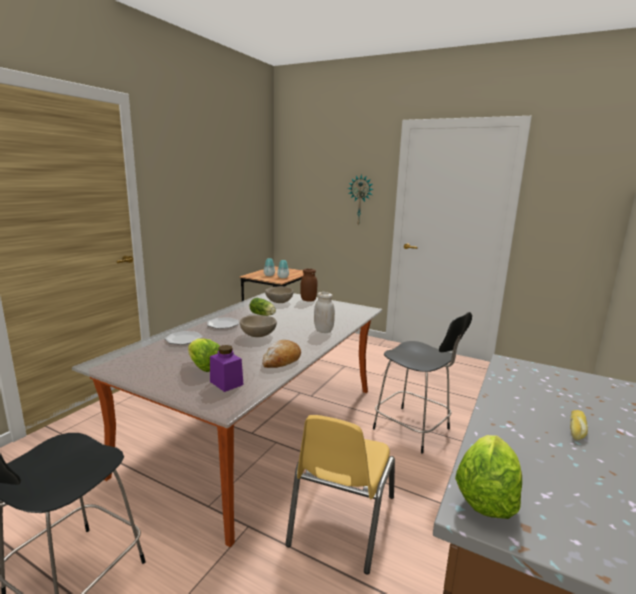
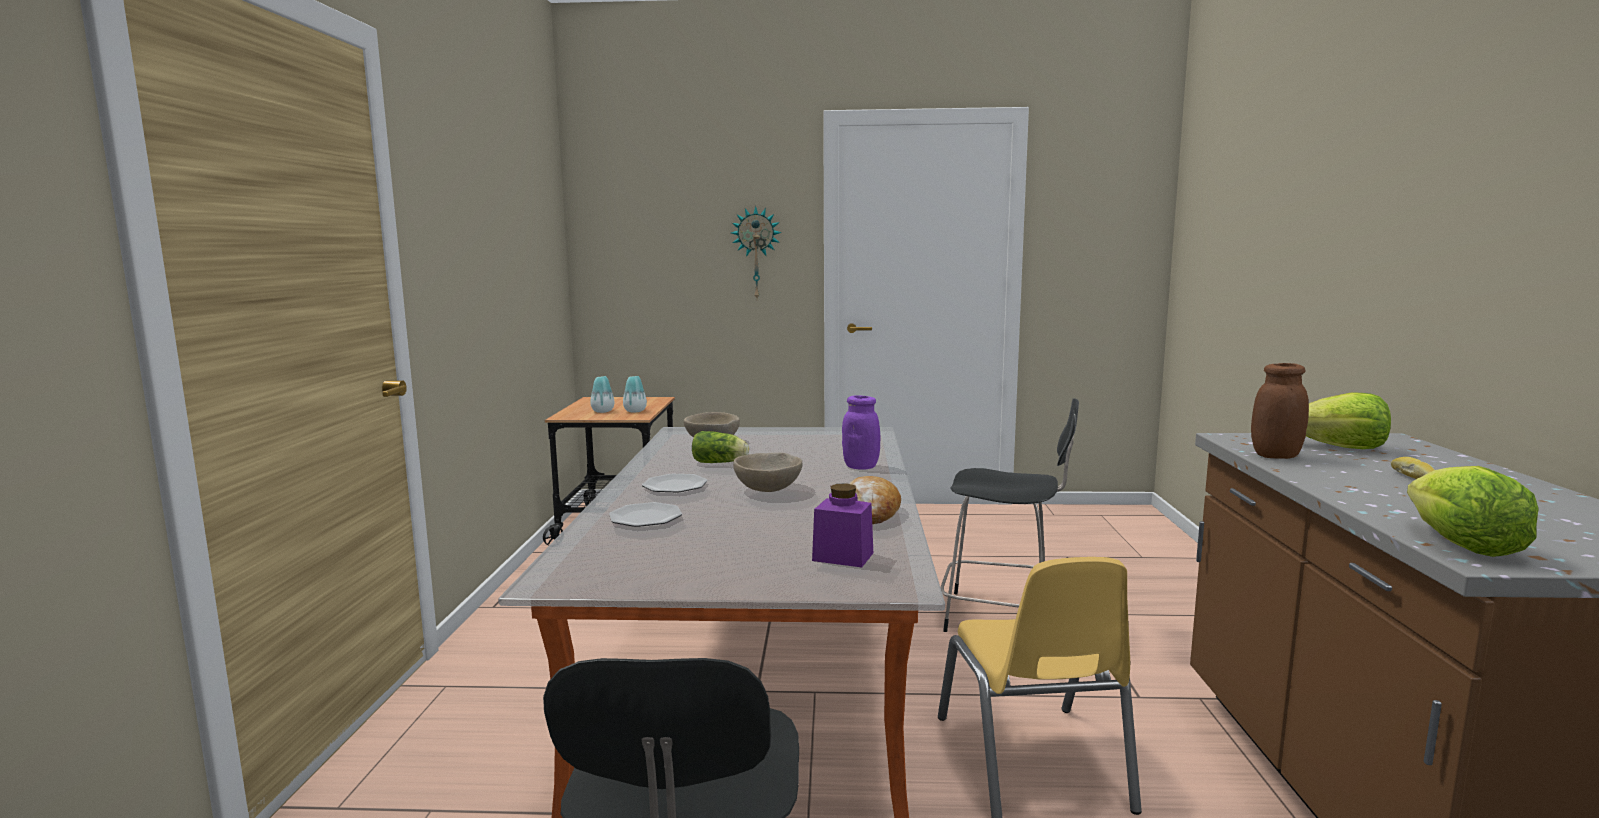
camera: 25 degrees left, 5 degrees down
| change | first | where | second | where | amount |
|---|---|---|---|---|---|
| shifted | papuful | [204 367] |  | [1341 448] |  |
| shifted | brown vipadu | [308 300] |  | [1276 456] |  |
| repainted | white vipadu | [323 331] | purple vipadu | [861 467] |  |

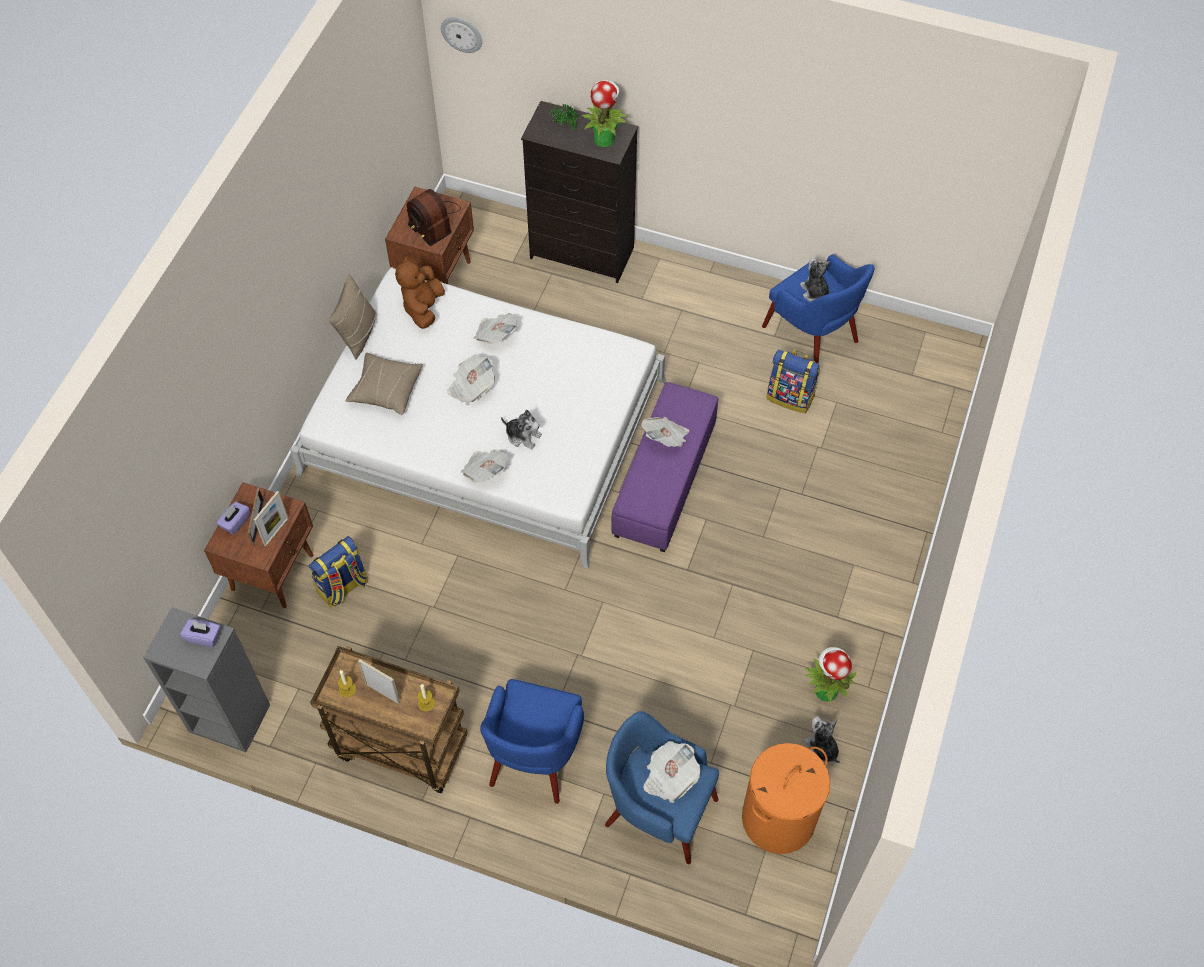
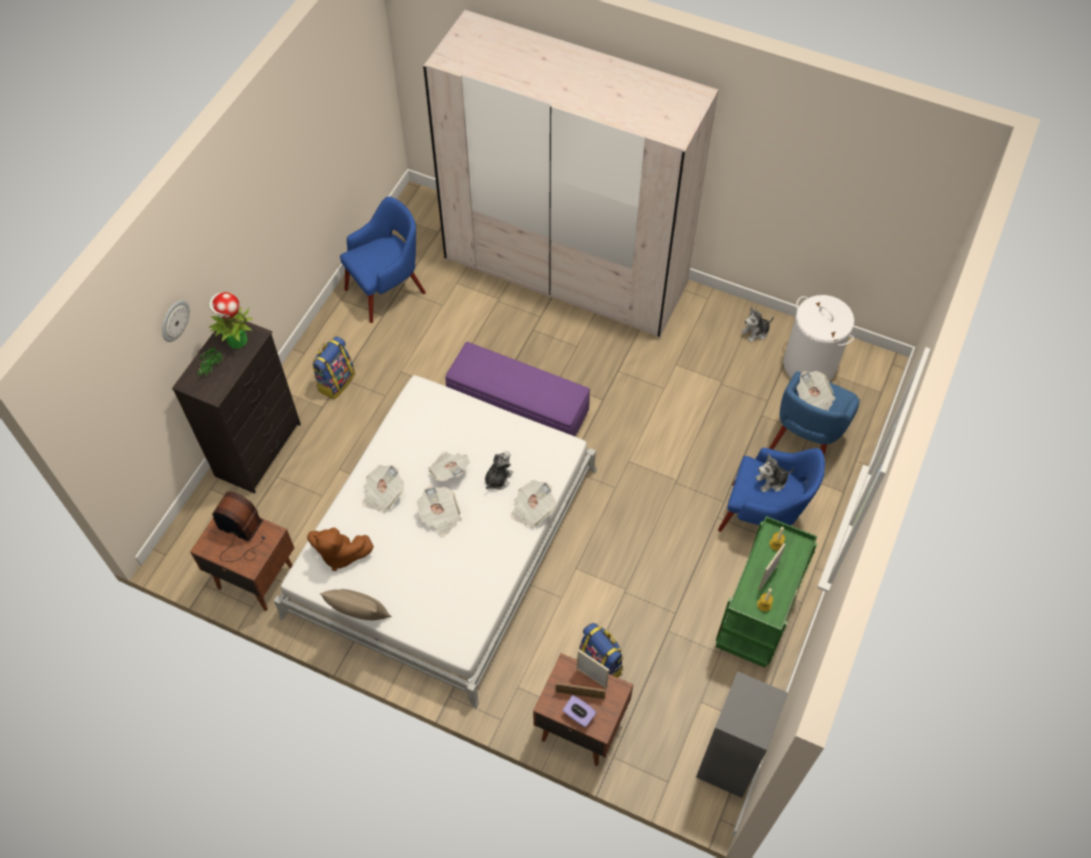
camera: 85 degrees left, 0 degrees up
| change | first | where | second | where | amount |
|---|---|---|---|---|---|
| gone | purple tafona | [203 637] |  |  |  |
| repainted | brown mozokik | [399 748] | green mozokik | [756 619] |  |
| gone | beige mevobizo | [385 390] |  |  |  |
| rotated | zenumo | [433 221] |  | [241 535] | 120 degrees counterclockwise |
| shifted | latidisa | [462 34] |  | [174 320] |  |
| shifted | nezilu | [666 438] |  | [449 470] |  |
| repainted | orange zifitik | [778 818] | white zifitik | [810 364] |  |
| shifted | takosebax | [790 396] |  | [336 381] |  |
| shifted | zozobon | [815 292] |  | [771 481] |  |
| gone | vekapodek | [825 690] |  |  |  |
| new |  |  | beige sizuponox | [566 271] |  |

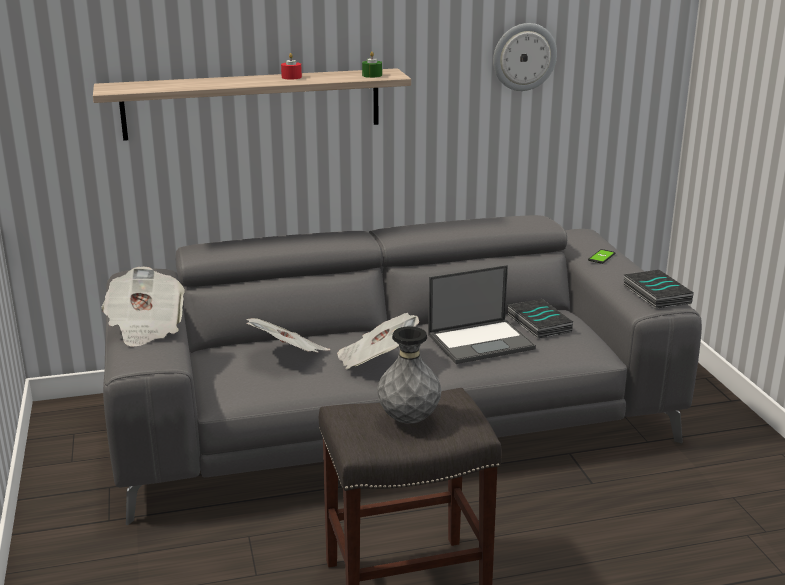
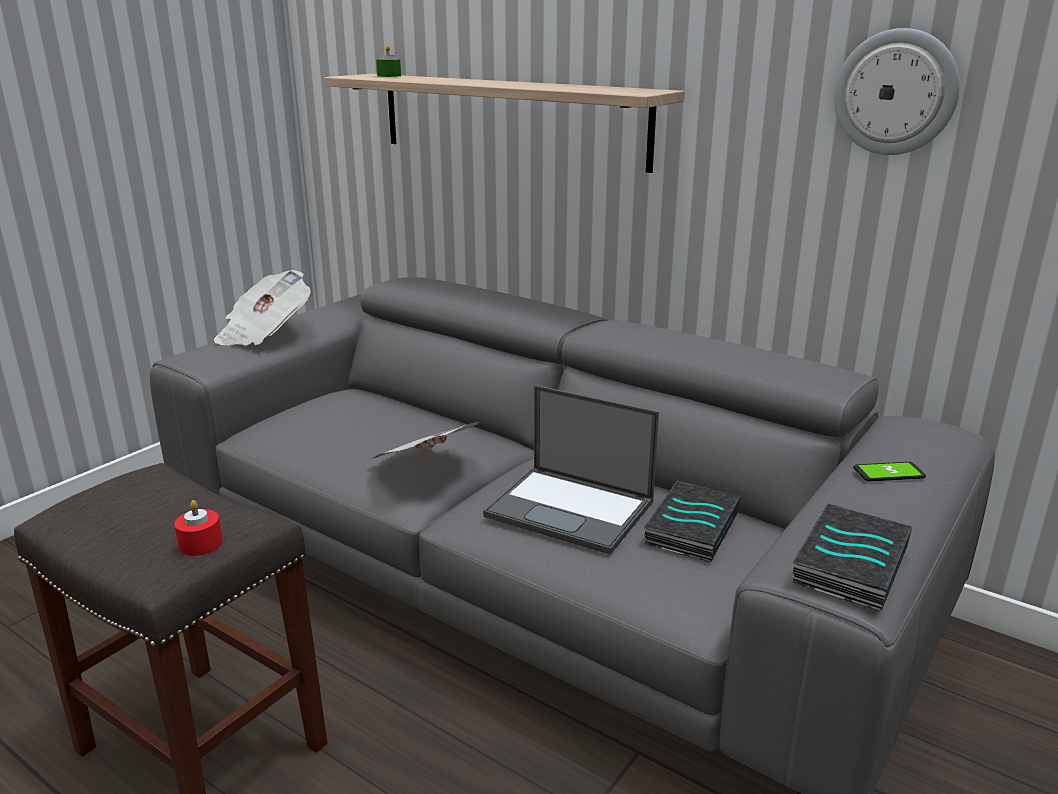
camera: 50 degrees right, 0 degrees up
| change | first | where | second | where | amount |
|---|---|---|---|---|---|
| gone | nezilu | [289 355] |  |  |  |
| shifted | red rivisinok | [291 77] |  | [200 543] |  |
| shifted | green rivisinok | [372 75] |  | [389 76] |  |
| gone | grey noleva | [409 419] |  |  |  |

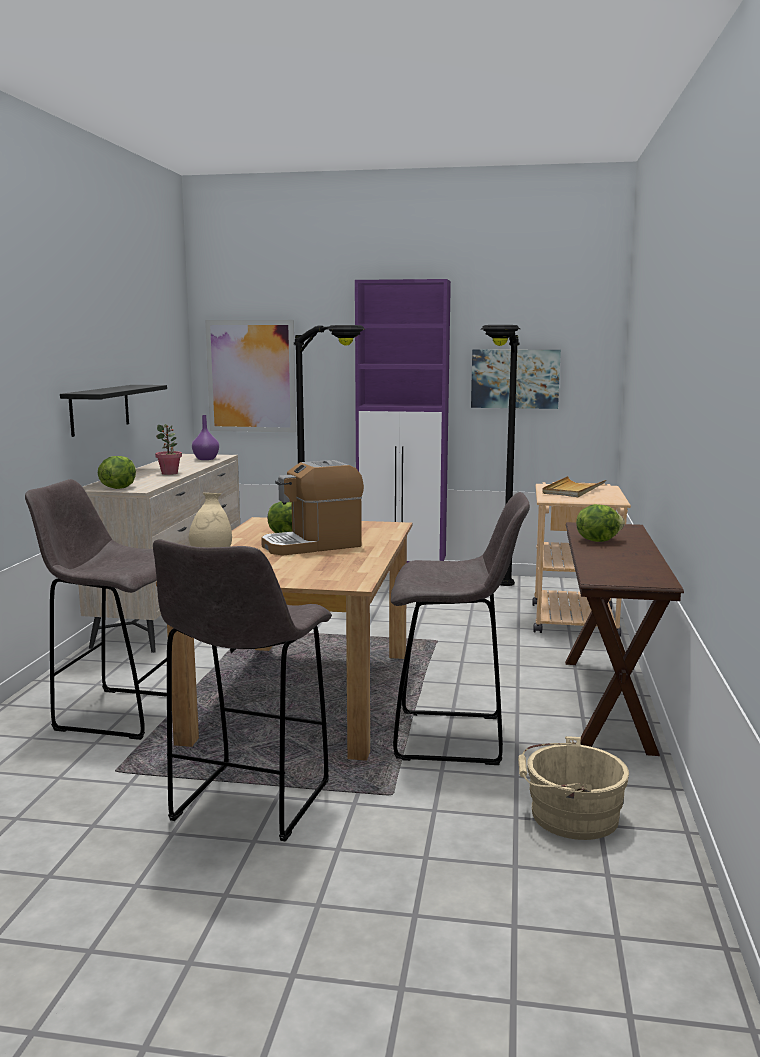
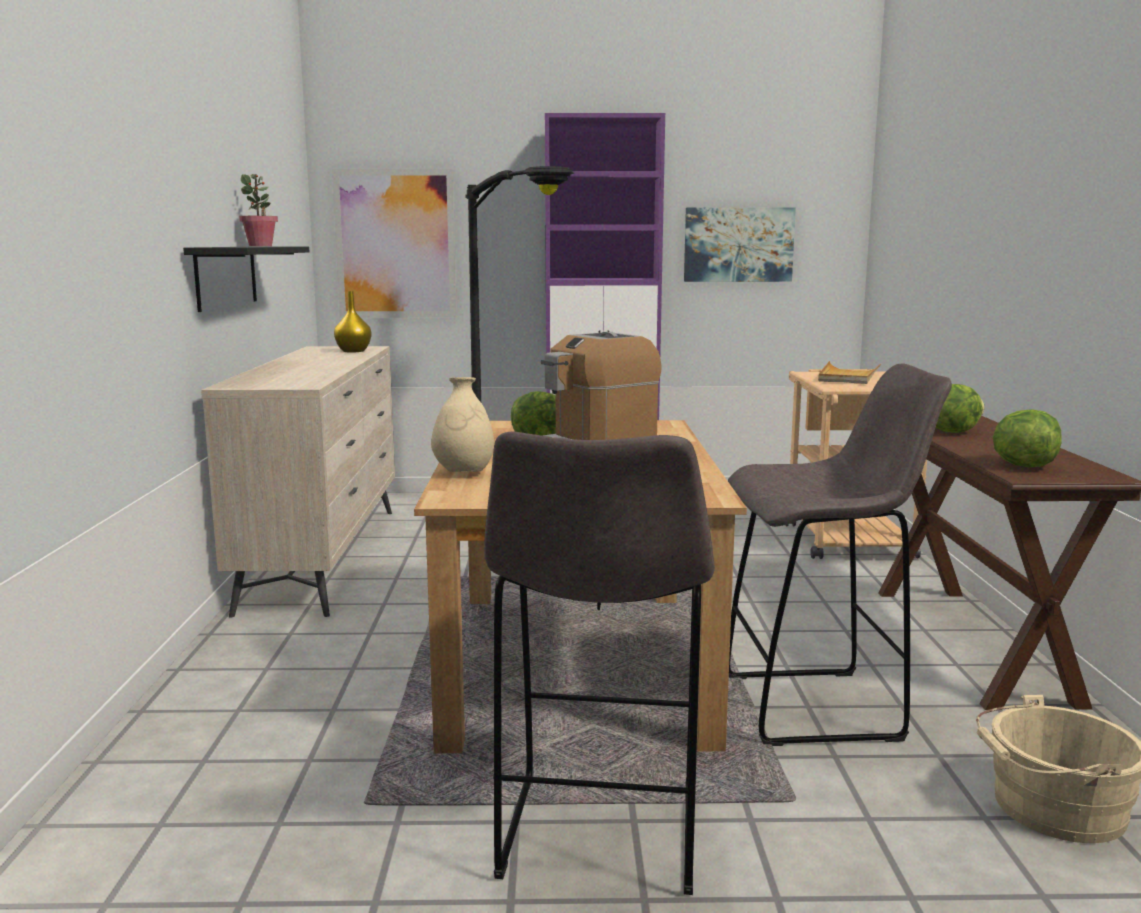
camera: 10 degrees left, 0 degrees up
| change | first | where | second | where | amount |
|---|---|---|---|---|---|
| gone | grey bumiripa | [118 712] |  |  |  |
| shifted | papuful | [118 488] |  | [1023 465] |  |
| shifted | vekapodek | [169 473] |  | [260 246] |  |
| repainted | purple noleva | [206 459] | yellow noleva | [353 351] |  |
| gone | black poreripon | [496 599] |  |  |  |

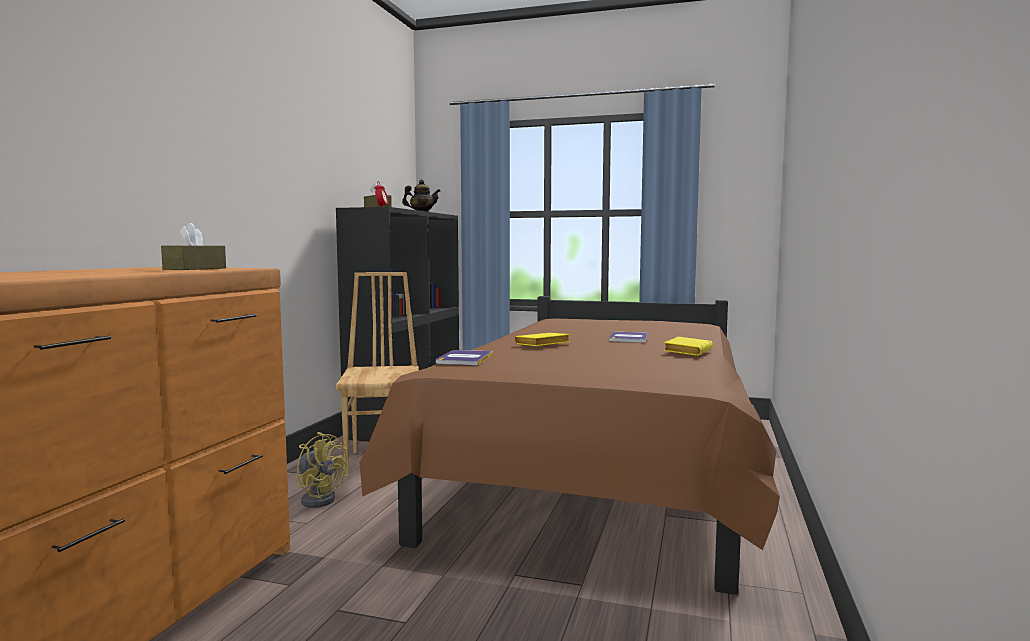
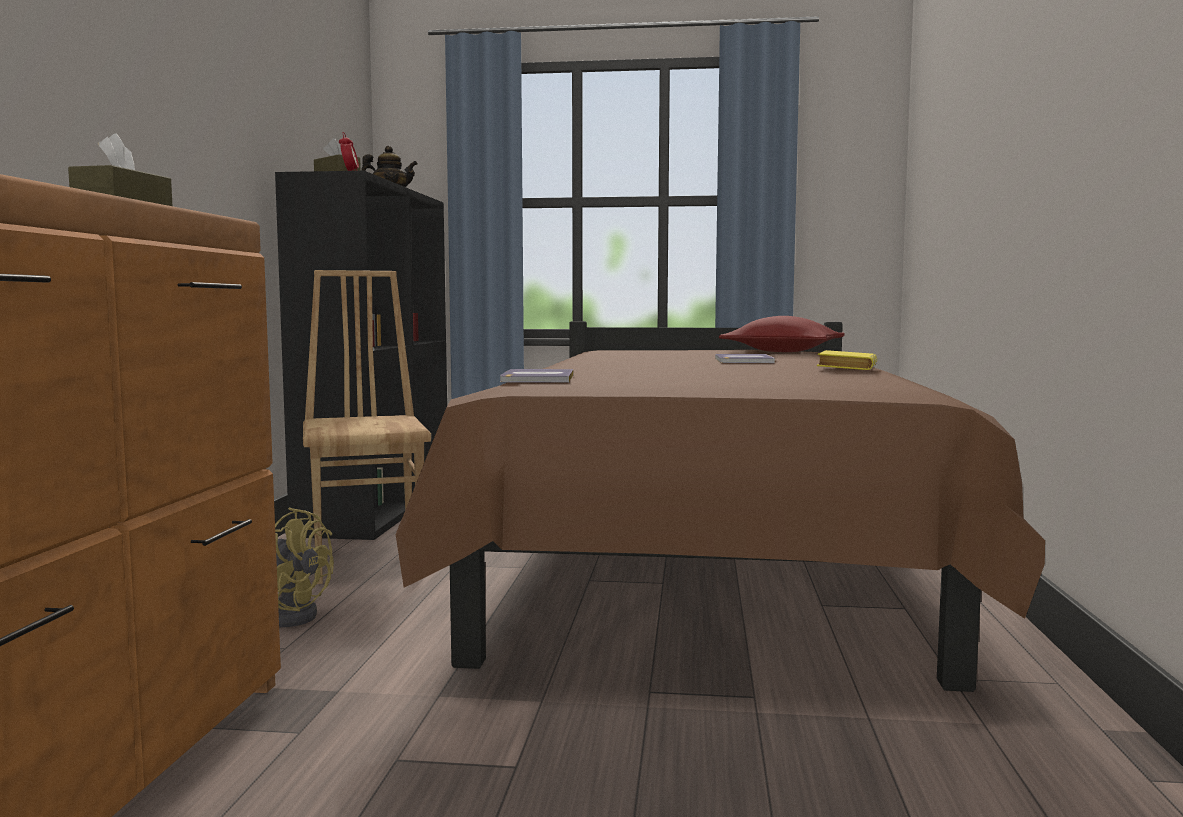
camera: 10 degrees left, 0 degrees up
| change | first | where | second | where | amount |
|---|---|---|---|---|---|
| gone | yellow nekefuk | [542 345] |  |  |  |
| new |  |  | red mevobizo | [783 351] |  |

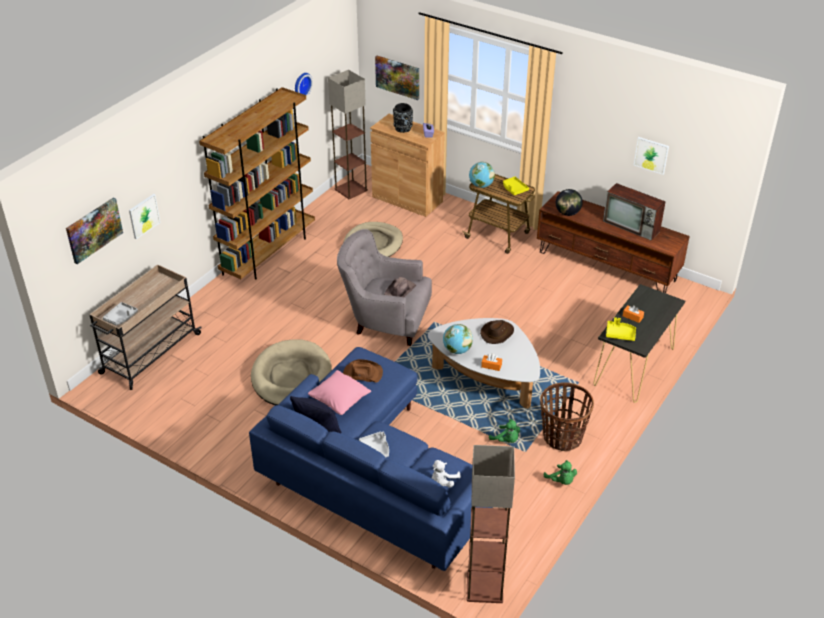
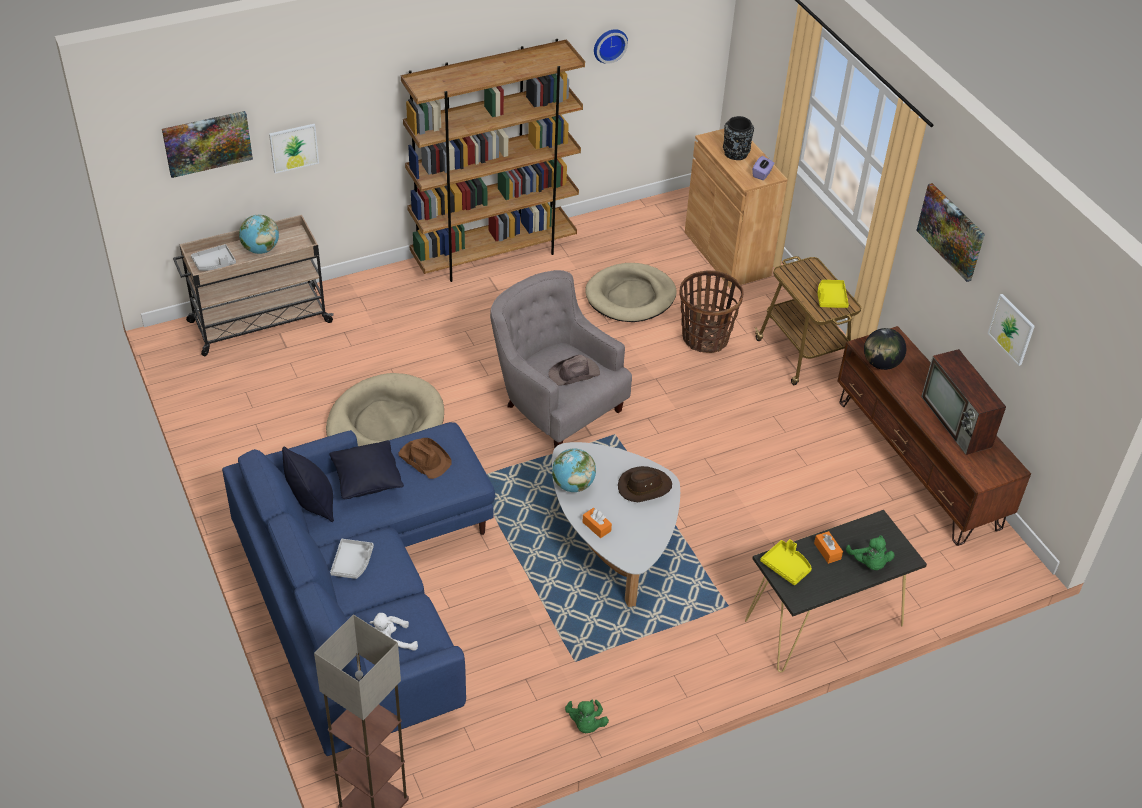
camera: 30 degrees right, 5 degrees up
| change | first | where | second | where | amount |
|---|---|---|---|---|---|
| repainted | pink mevobizo | [339 401] | black mevobizo | [367 481] |  |
| gone | poreripon | [351 189] |  |  |  |
| shifted | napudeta | [398 77] |  | [951 231] |  |
| shifted | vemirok | [481 185] |  | [261 249] |  |
| shifted | green zozobon | [506 440] |  | [869 563] |  |
| shifted | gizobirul | [562 437] |  | [705 337] |  |

